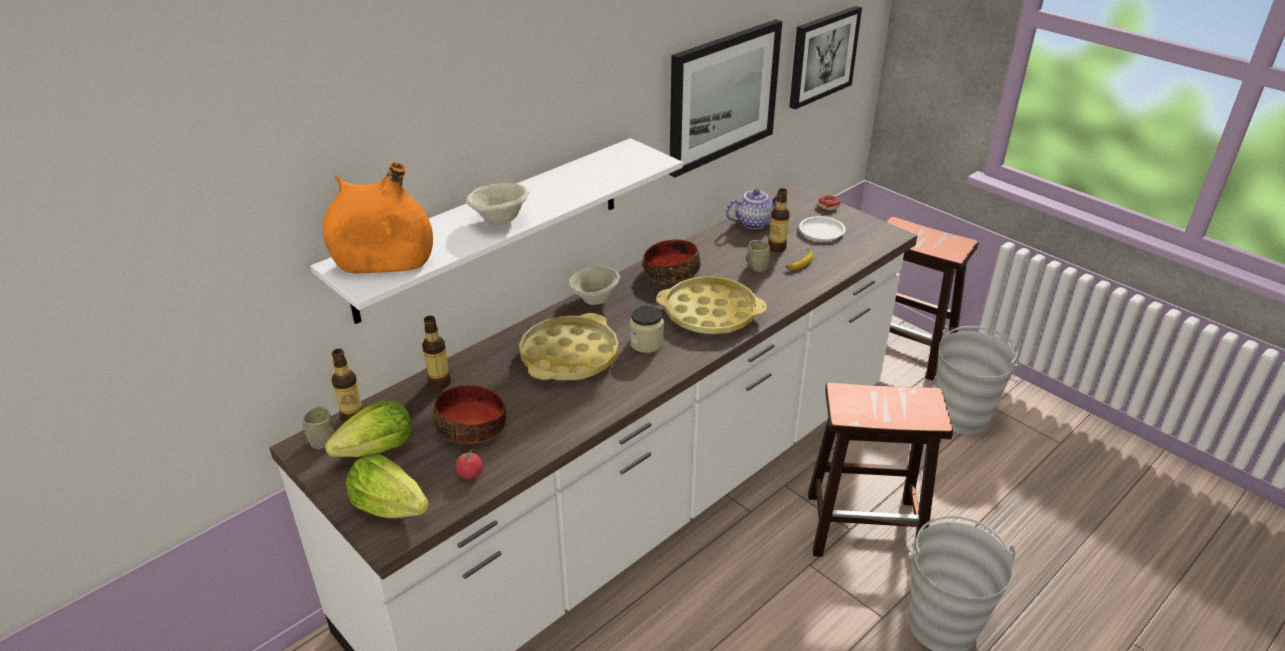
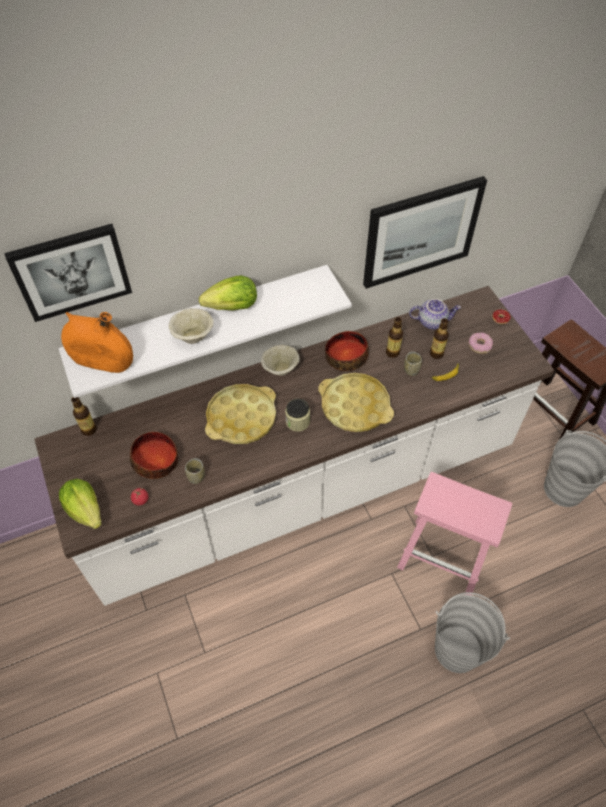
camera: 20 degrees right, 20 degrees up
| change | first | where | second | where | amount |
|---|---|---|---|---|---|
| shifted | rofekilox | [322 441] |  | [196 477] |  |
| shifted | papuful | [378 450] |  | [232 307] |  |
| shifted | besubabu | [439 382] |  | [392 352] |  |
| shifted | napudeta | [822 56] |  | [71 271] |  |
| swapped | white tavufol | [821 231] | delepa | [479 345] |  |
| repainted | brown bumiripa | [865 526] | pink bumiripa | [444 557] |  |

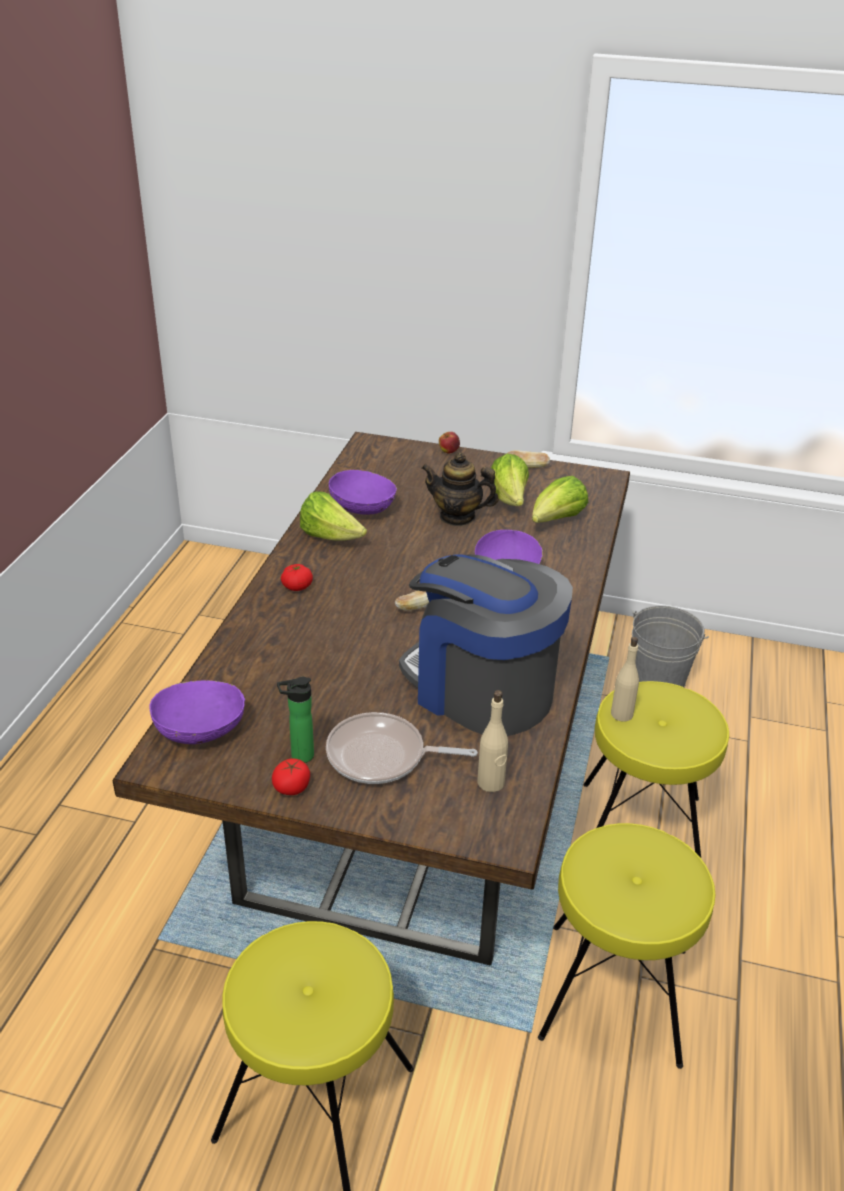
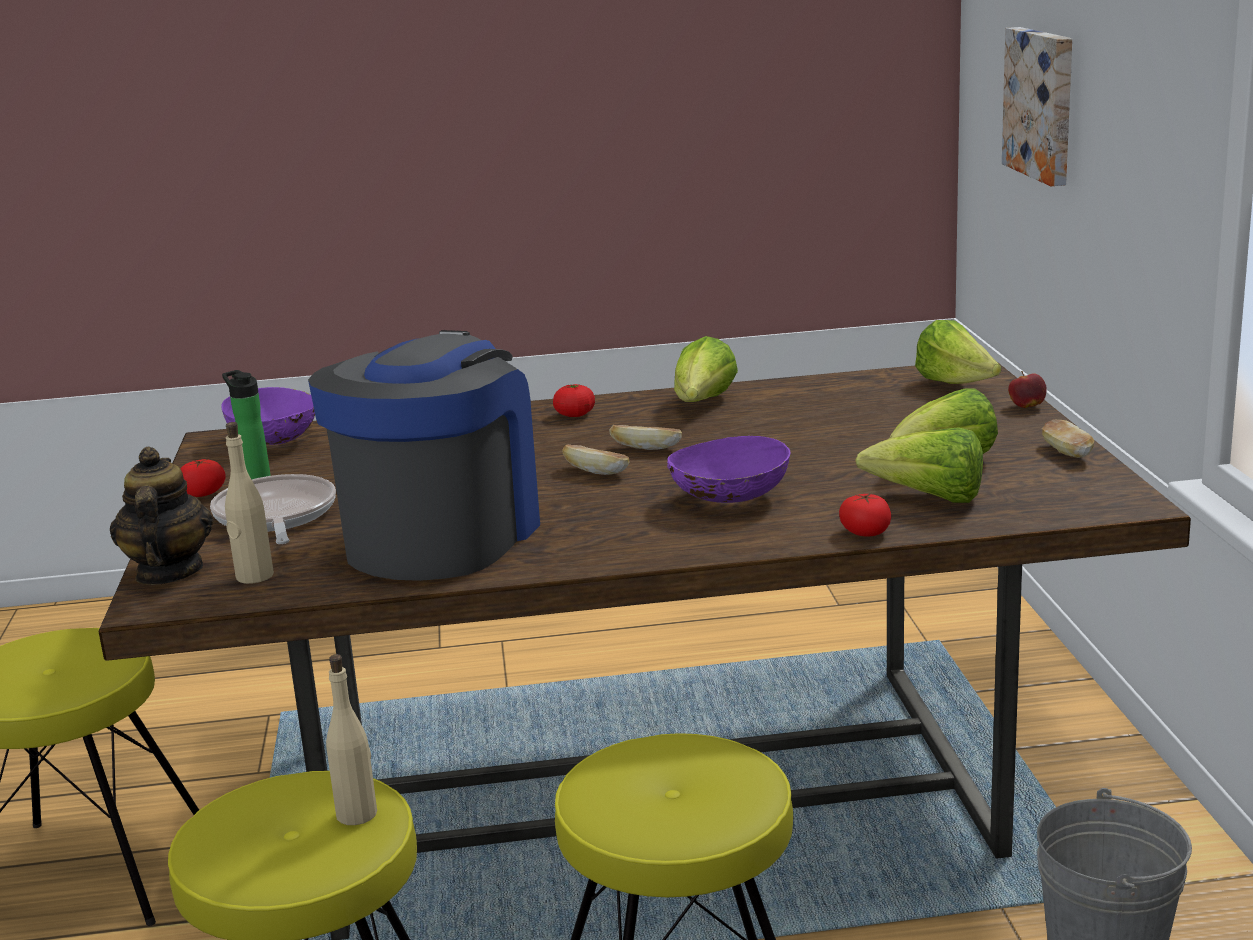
camera: 70 degrees right, 15 degrees down
| change | first | where | second | where | amount |
|---|---|---|---|---|---|
| gone | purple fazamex | [363 508] |  |  |  |
| shifted | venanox | [457 517] |  | [168 573] |  |
| shifted | beige besubabu | [621 714] |  | [357 814] |  |
| new |  |  | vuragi | [646 448] |  |
| new |  |  | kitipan | [865 532] |  |
| new |  |  | papuful | [956 385] |  |
| new |  |  | napudeta | [1043 104] |  |

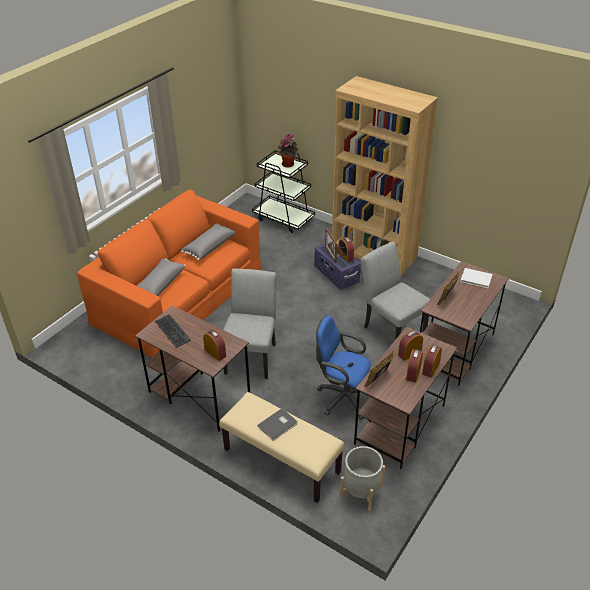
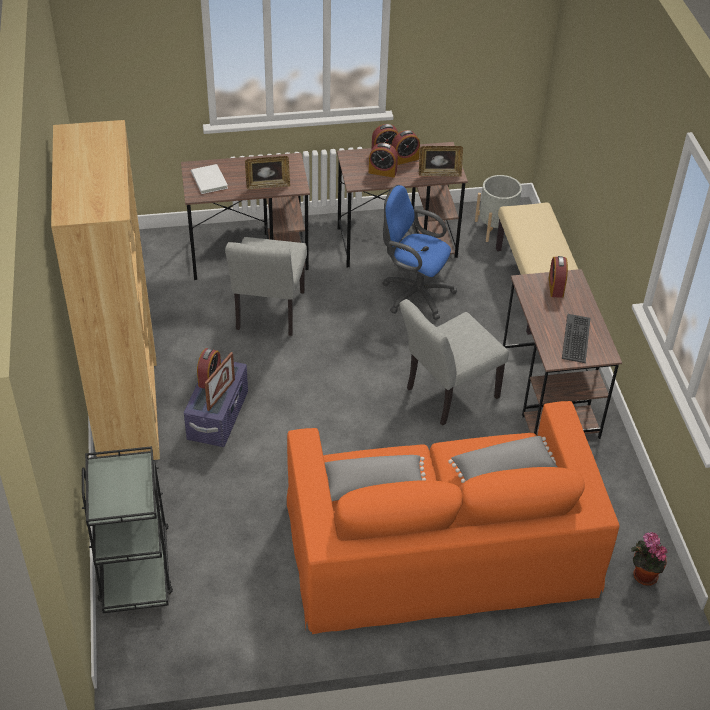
camera: 135 degrees left, 5 degrees up
| change | first | where | second | where | amount |
|---|---|---|---|---|---|
| gone | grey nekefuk | [278 425] |  |  |  |
| shifted | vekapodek | [289 164] |  | [642 575] |  |
| rotated | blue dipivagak | [342 397] |  | [414 294] | 135 degrees clockwise |

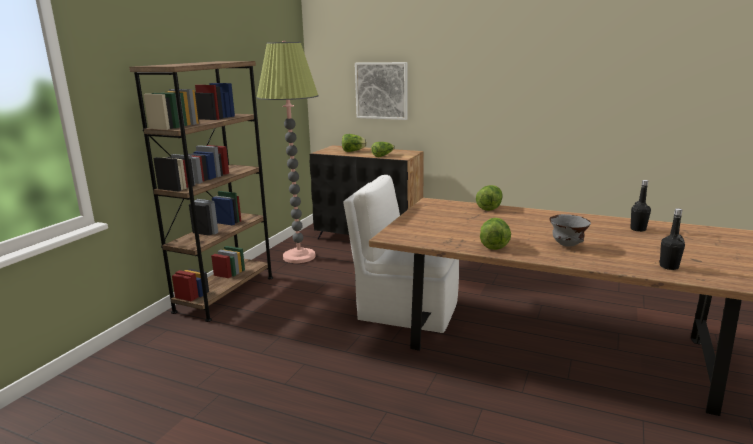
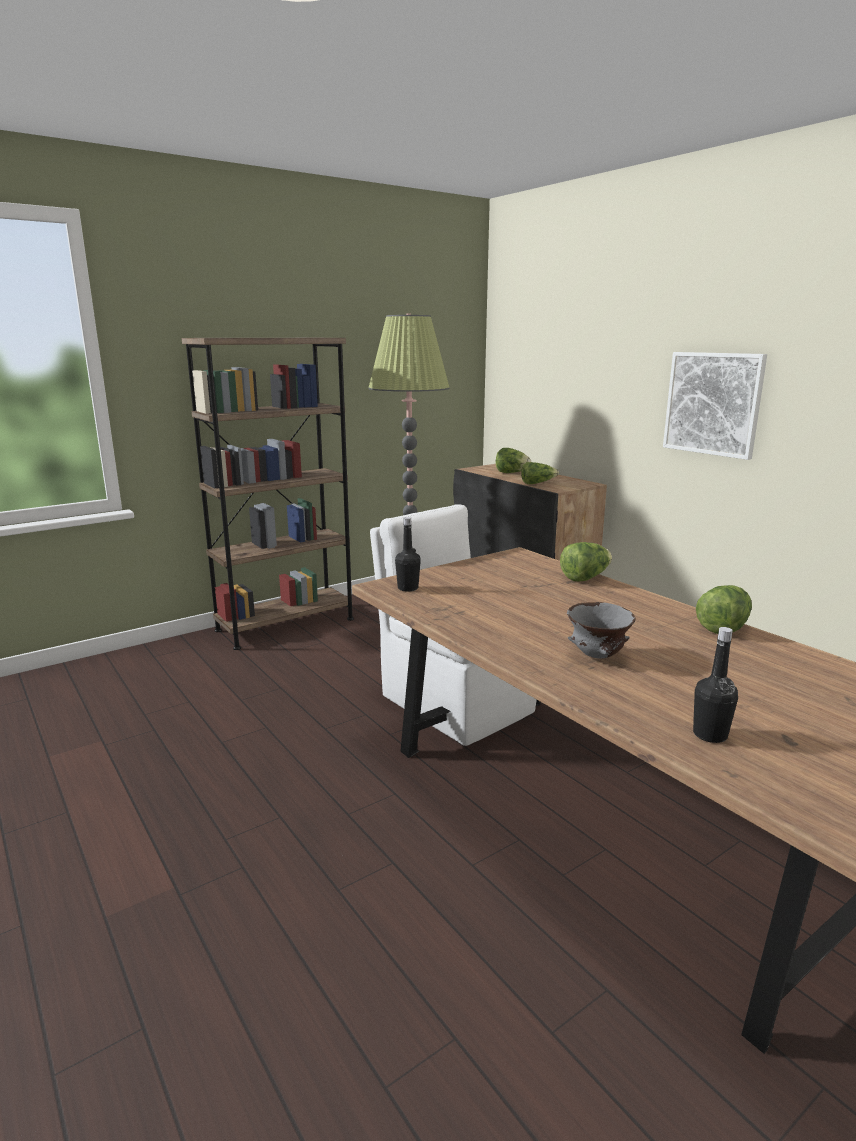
camera: 30 degrees right, 0 degrees up
| change | first | where | second | where | amount |
|---|---|---|---|---|---|
| shifted | napudeta | [381 90] |  | [713 403] |  |
| shifted | papuful | [494 245] |  | [723 627] |  |
| shifted | black besubabu | [638 229] |  | [408 588] |  |

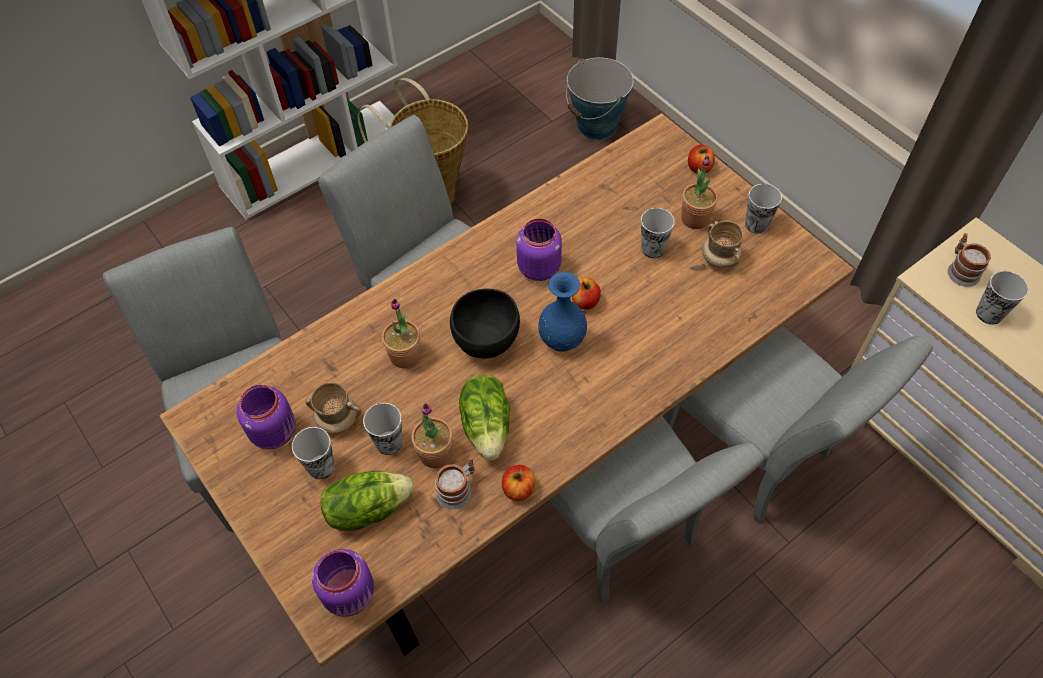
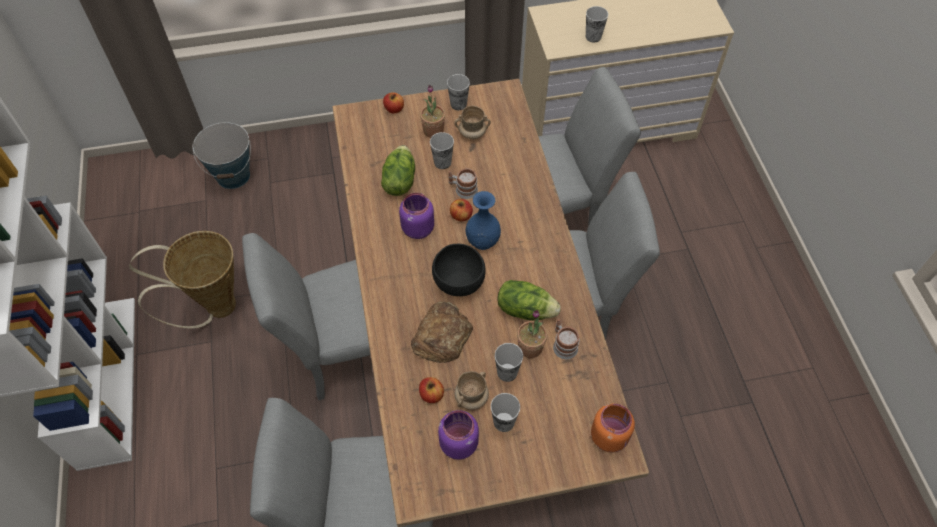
camera: 65 degrees left, 0 degrees up
| change | first | where | second | where | amount |
|---|---|---|---|---|---|
| repainted | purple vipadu | [351 594] | orange vipadu | [609 436] |  |
| shifted | papuful | [367 508] |  | [399 181] |  |
| swapped | vekapodek | [405 355] | vuragi | [441 336] |  |
| shifted | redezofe | [518 489] |  | [431 395] |  |
| shifted | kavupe | [961 270] |  | [462 189] |  |

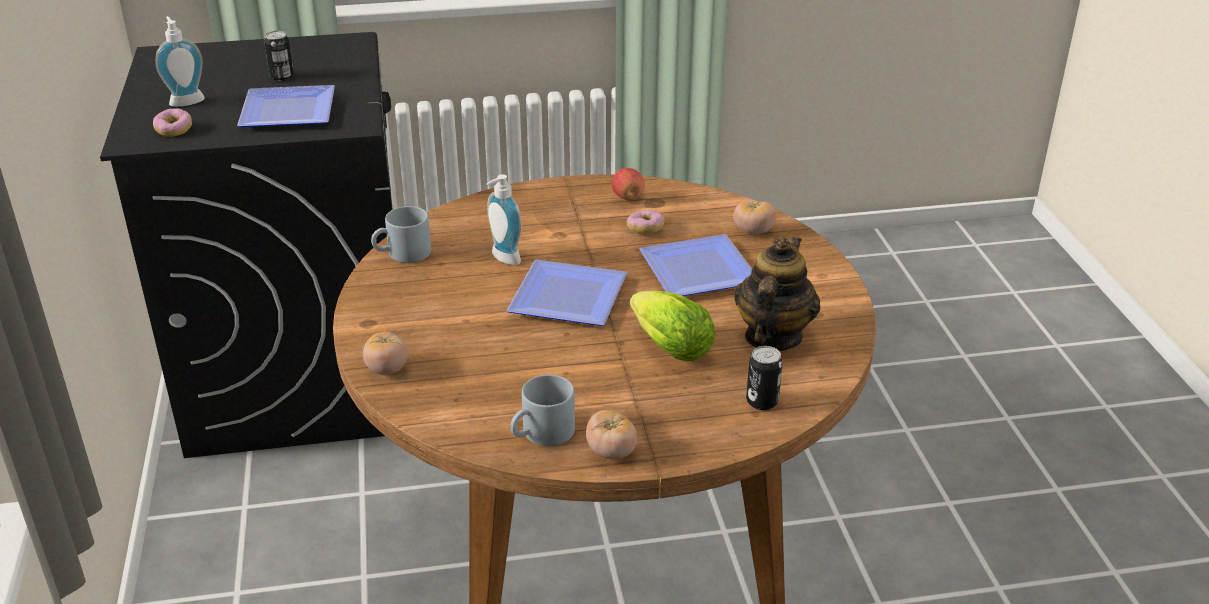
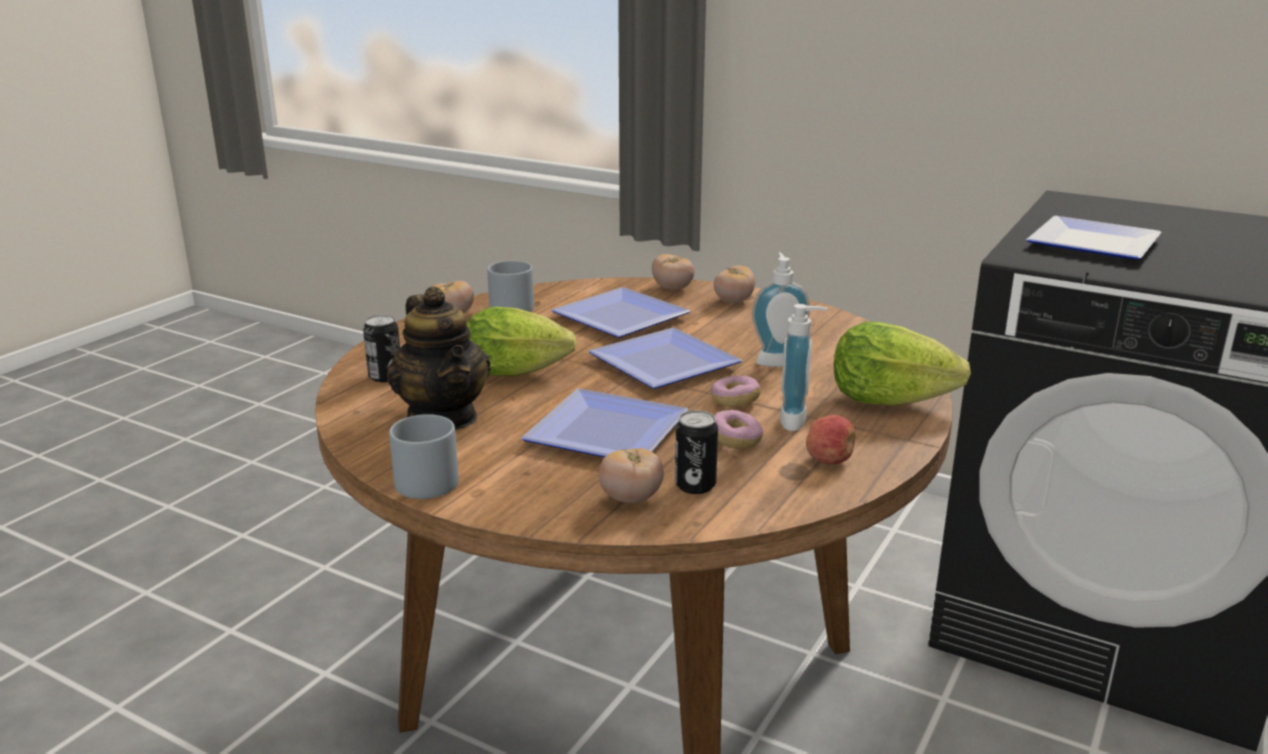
camera: 130 degrees right, 10 degrees down
| change | first | where | second | where | amount |
|---|---|---|---|---|---|
| shifted | delepa | [174 130] |  | [735 401] |  |
| shifted | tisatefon | [186 100] |  | [798 421] |  |
| shifted | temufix | [281 76] |  | [695 485] |  |
| shifted | grey kavupe | [402 254] |  | [430 477] |  |
| new |  |  | tavufol | [615 318] |  |
| new |  |  | kitipan | [733 301] |  |
| new |  |  | papuful | [888 400] |  |

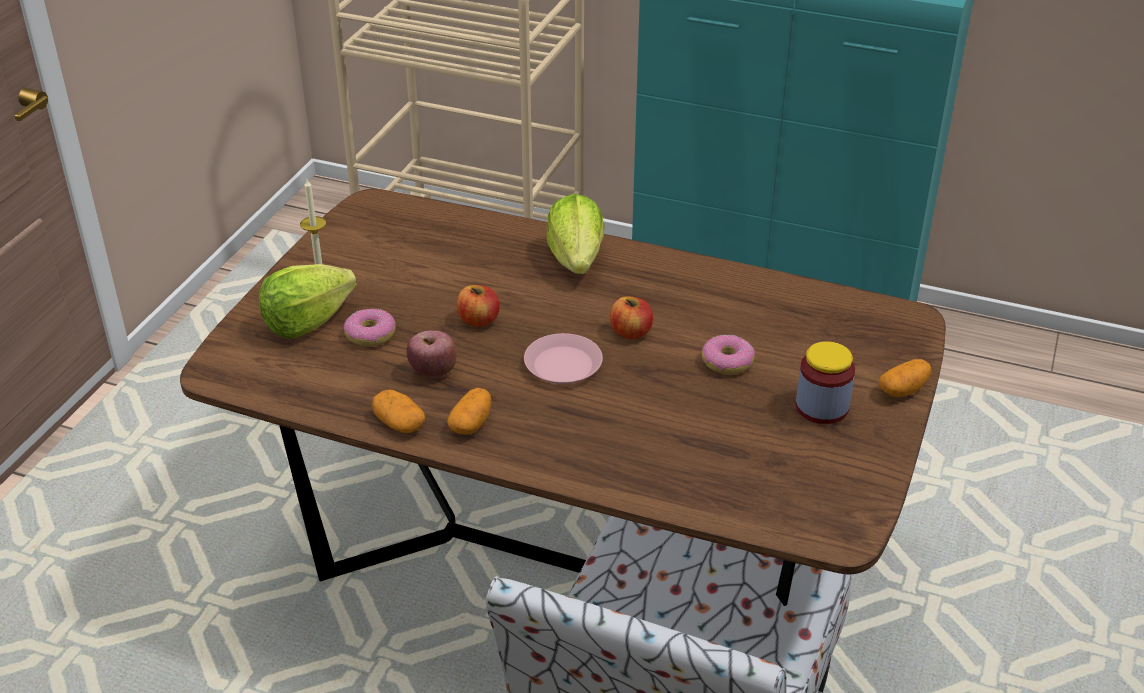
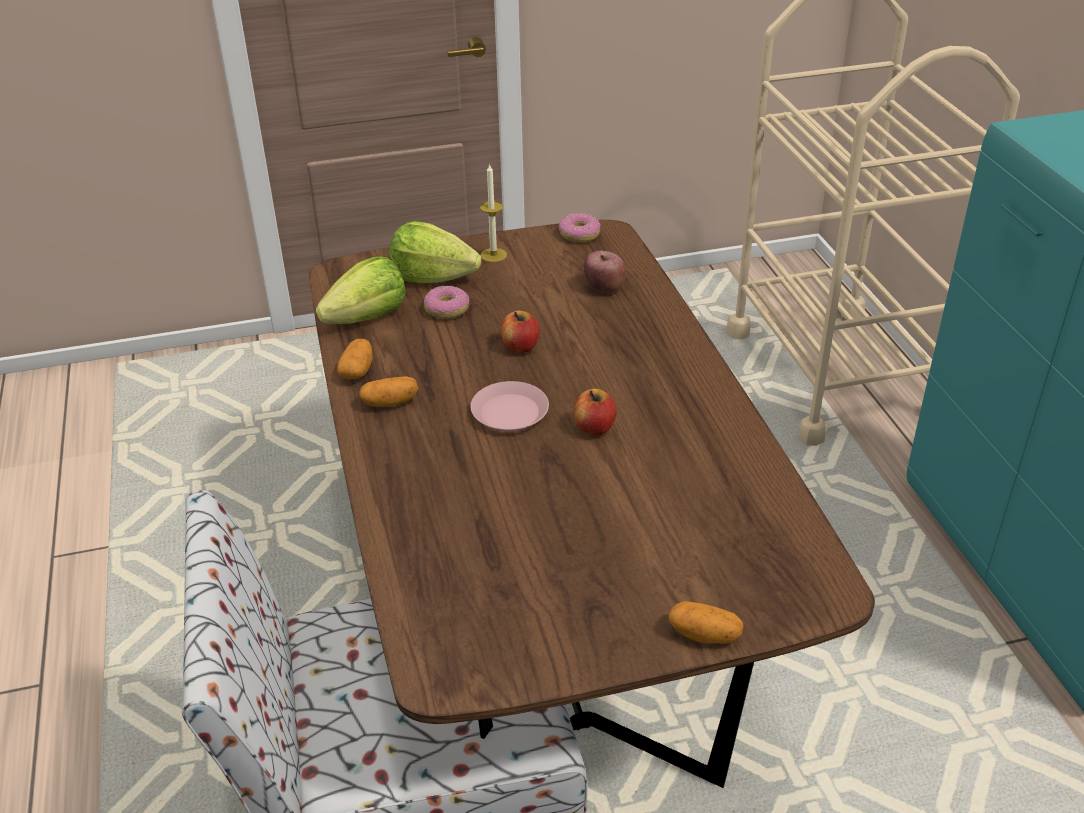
camera: 55 degrees right, 0 degrees up
| change | first | where | second | where | amount |
|---|---|---|---|---|---|
| shifted | redezofe | [433 371] |  | [604 288] |  |
| shifted | papuful | [576 259] |  | [368 318] |  |
| shifted | delepa | [727 362] |  | [579 235] |  |
| gone | vipadu | [822 407] |  |  |  |

